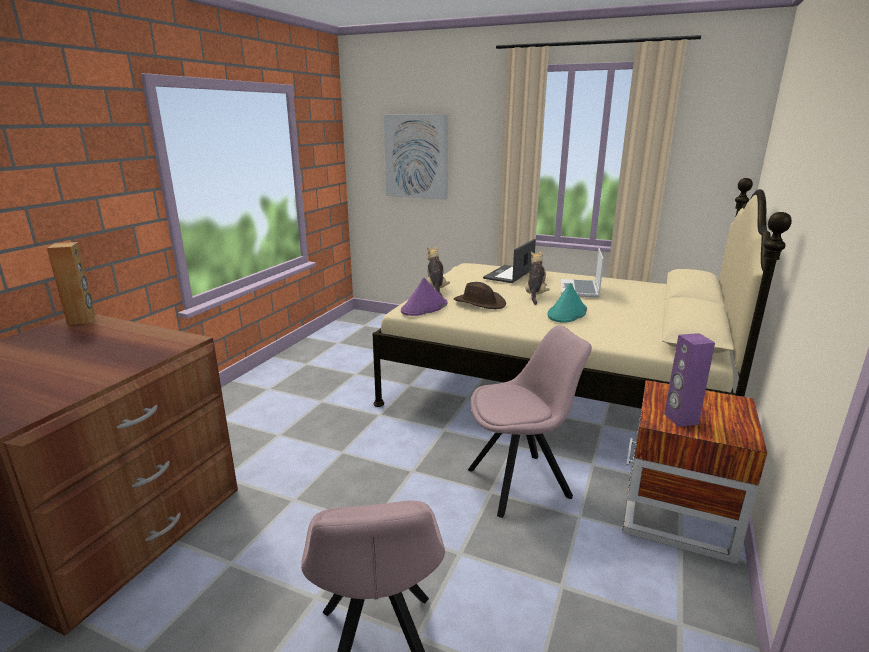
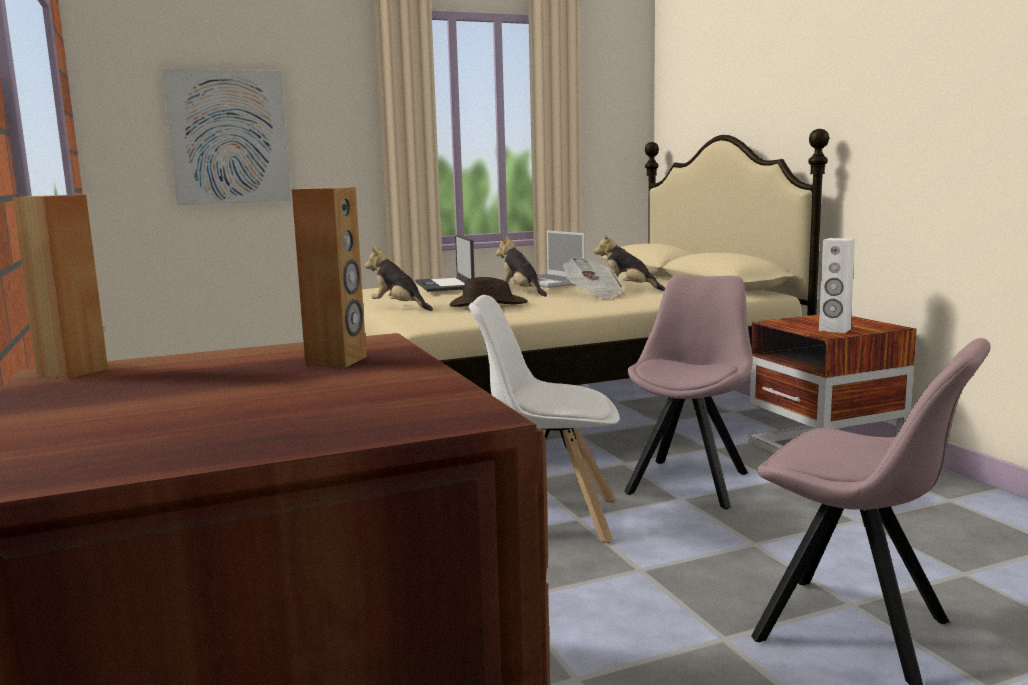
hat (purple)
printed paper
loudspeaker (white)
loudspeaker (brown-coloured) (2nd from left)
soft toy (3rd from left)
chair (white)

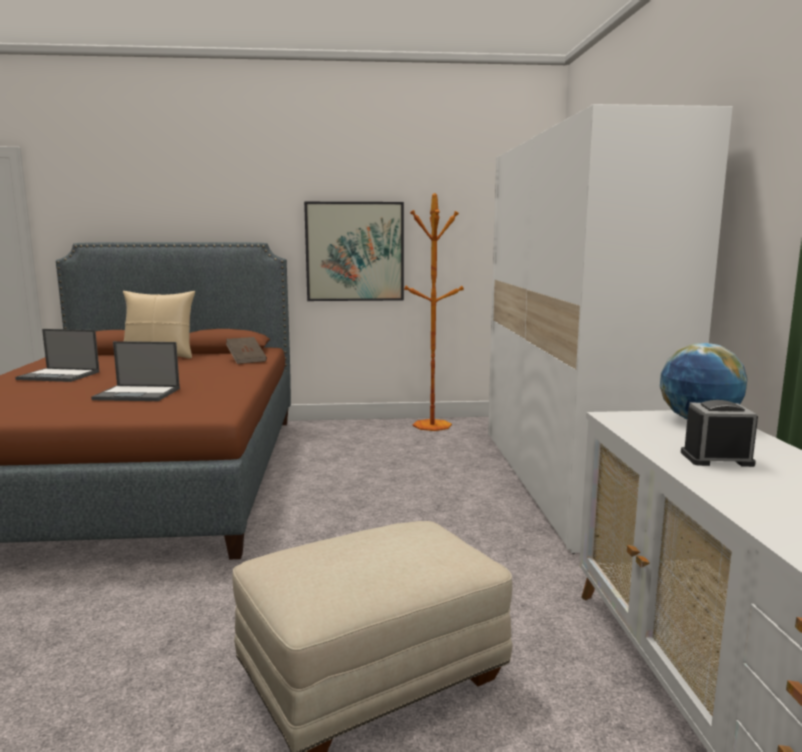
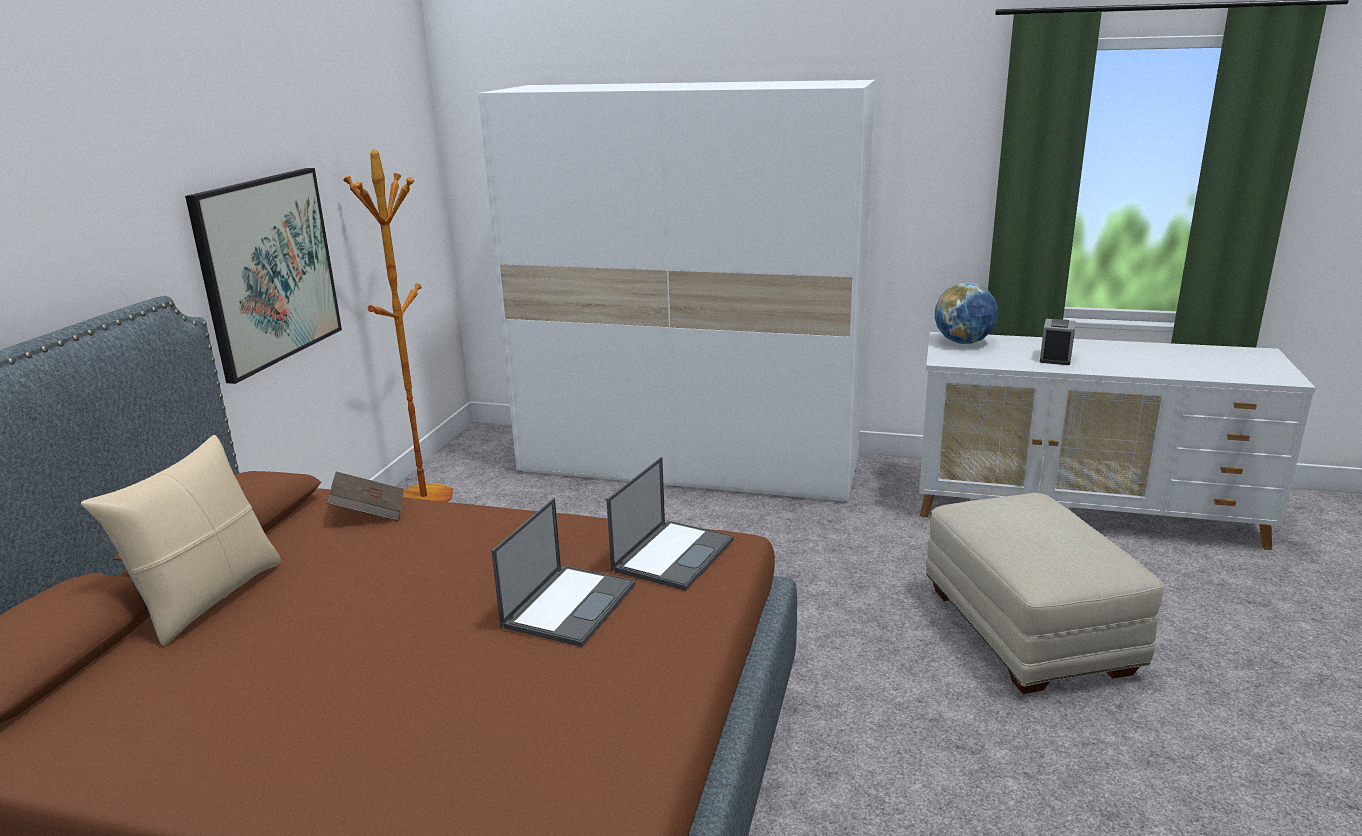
laptop (2nd from left)

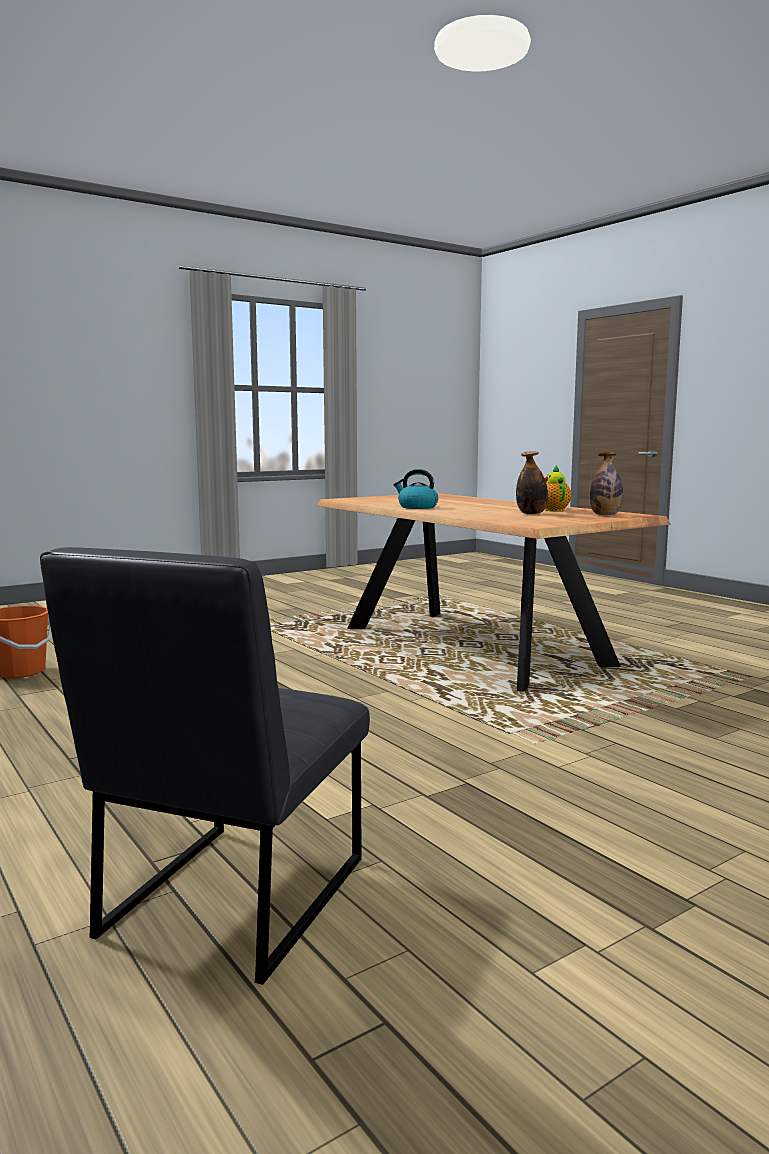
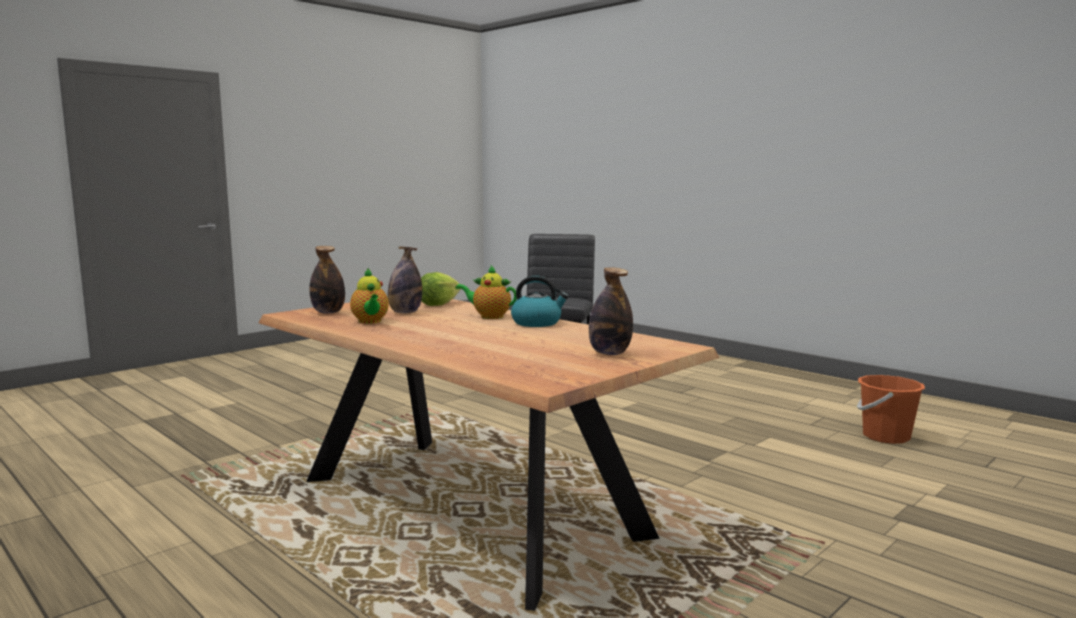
teapot (2nd from left)
beverage bottle (3rd from left)
lettuce

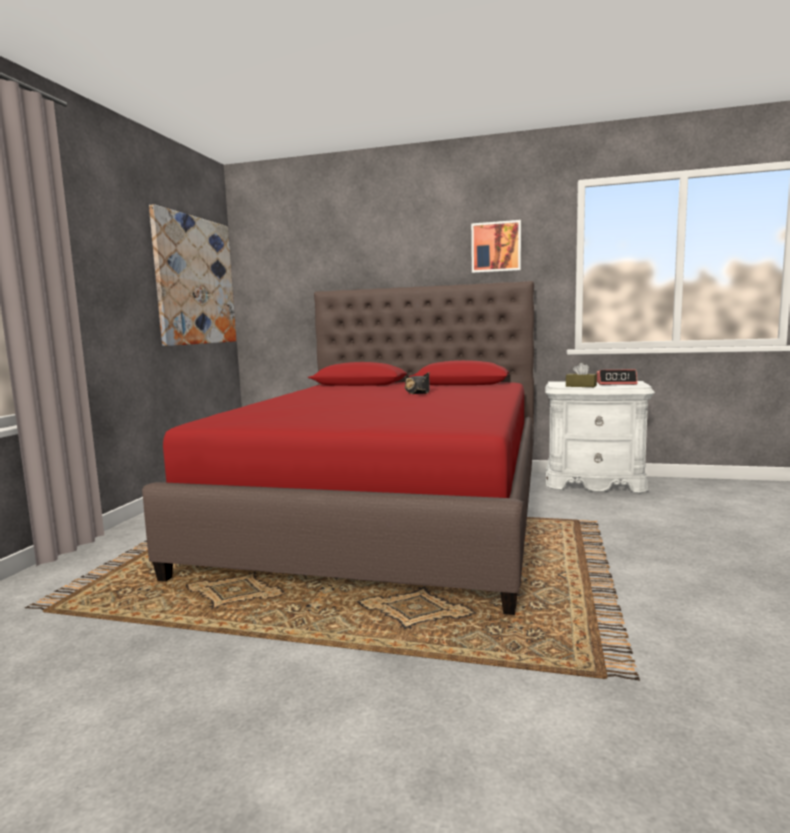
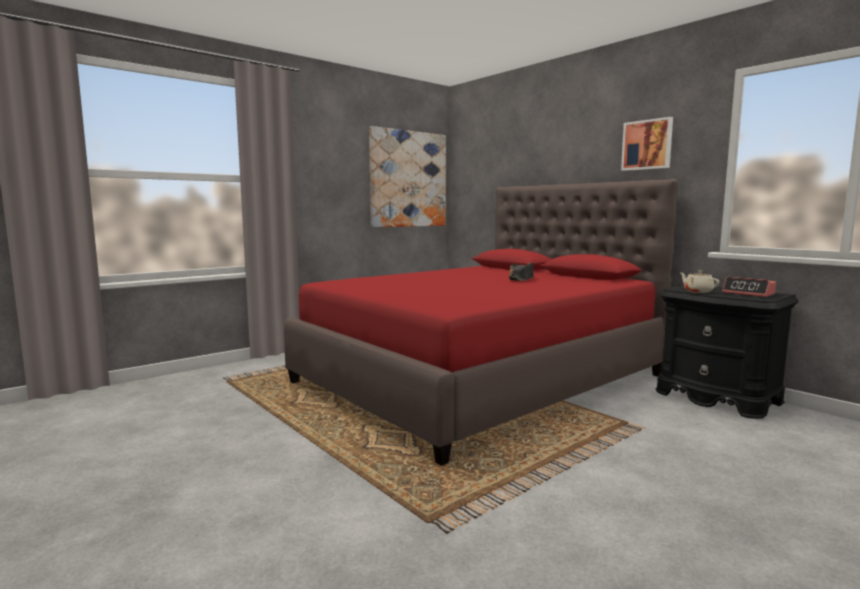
teapot (sand-coloured)
nightstand (black-coloured)

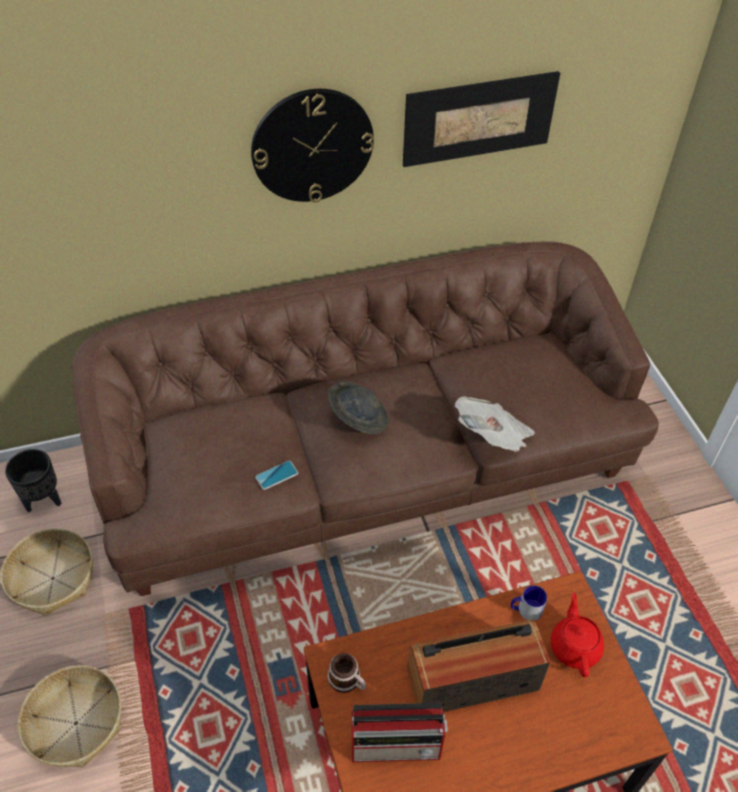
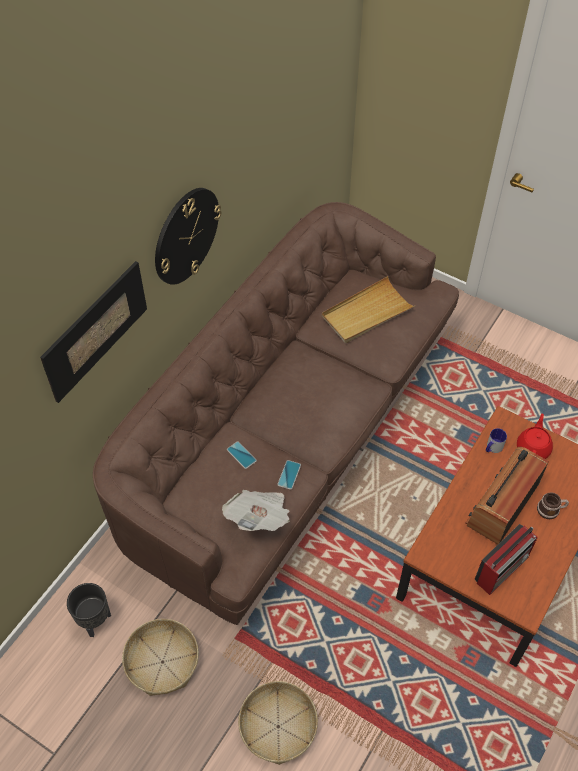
wall picture
hat (gray)
printed paper
teapot (reddish)
coffee mug (2nd from left)
serving tray (sand-coloured)
handset (1st from left)

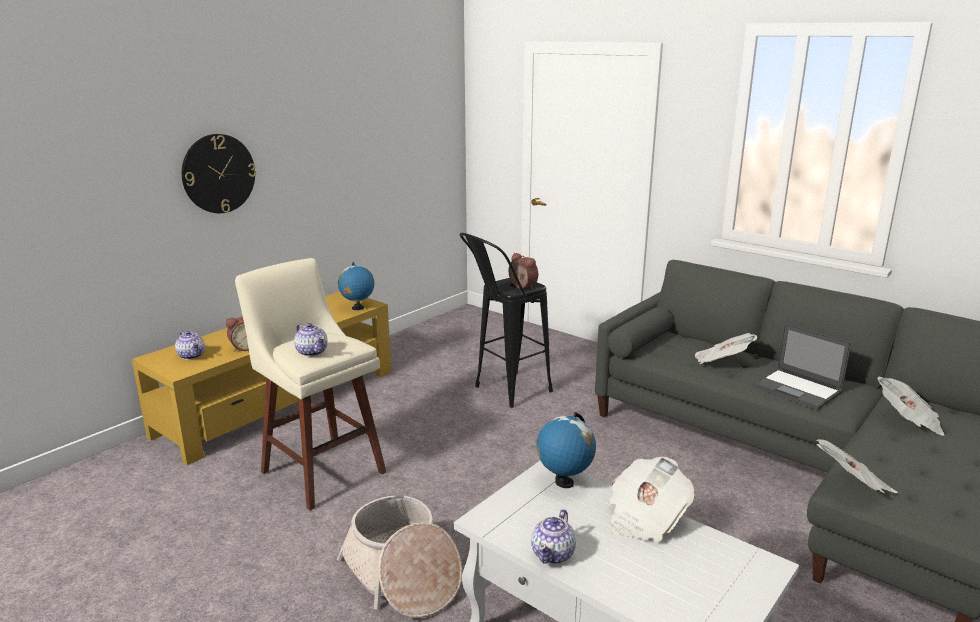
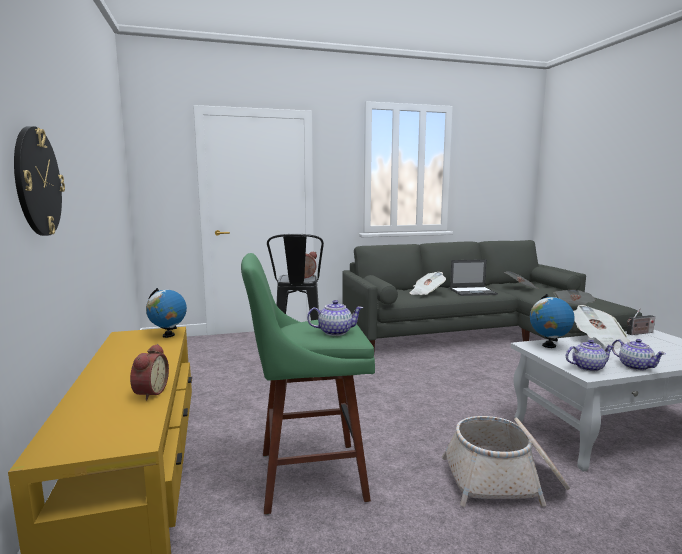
sitting stool (green-coloured)
teapot (2nd from left)
radio set

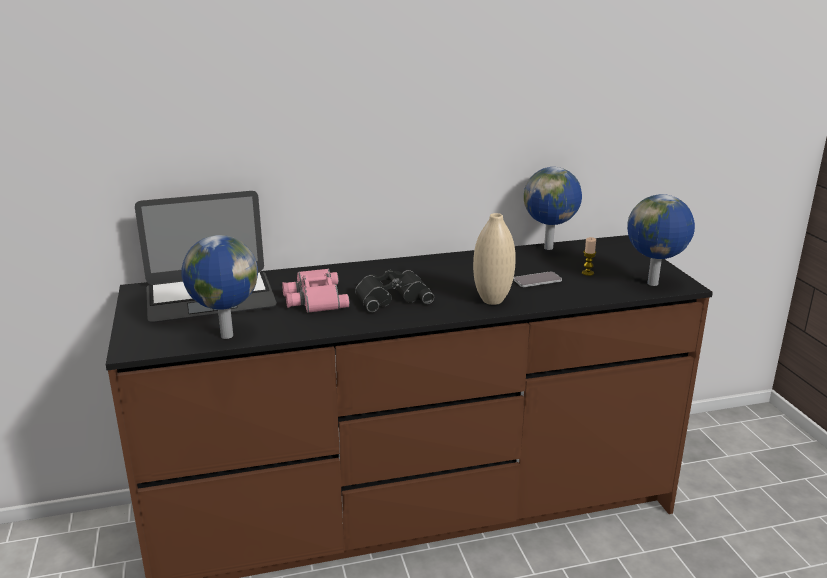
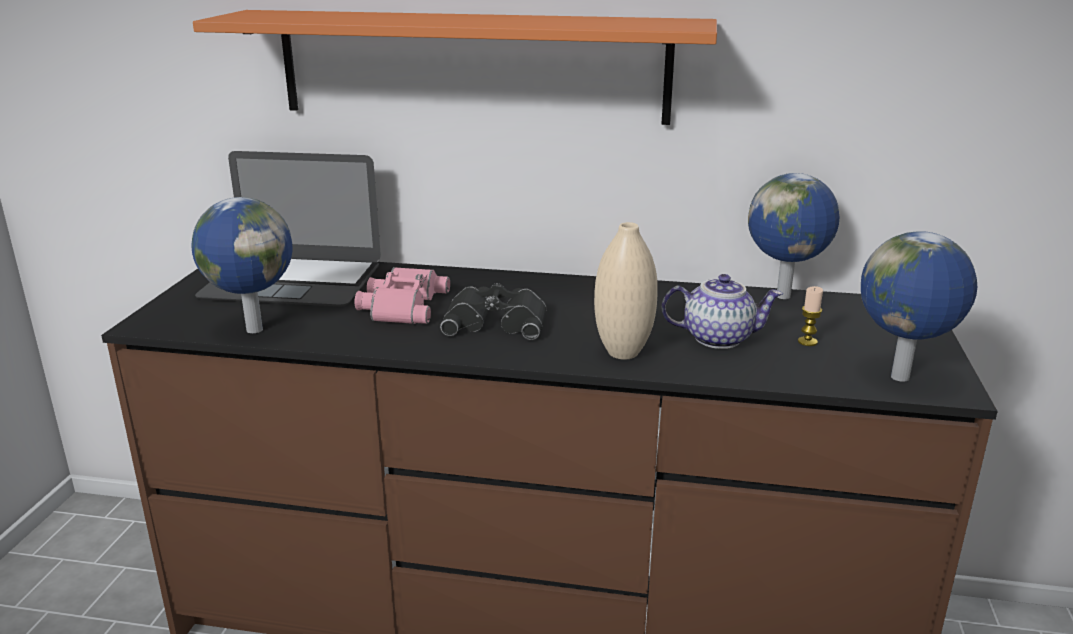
teapot
shelf (orangey)

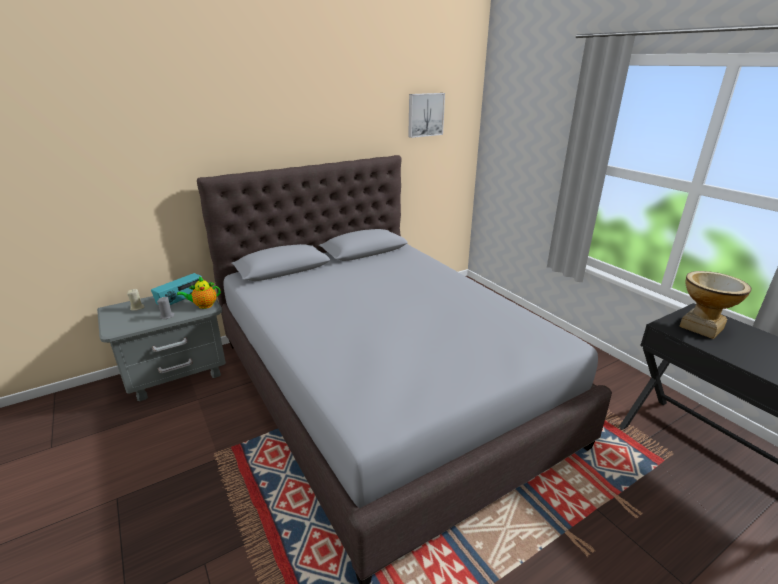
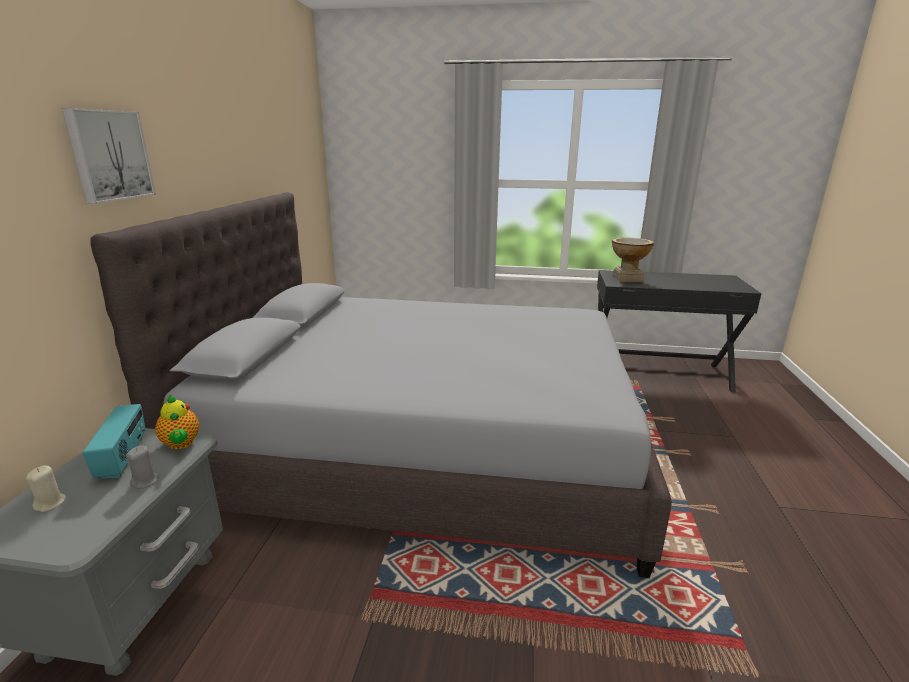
wall picture
teapot

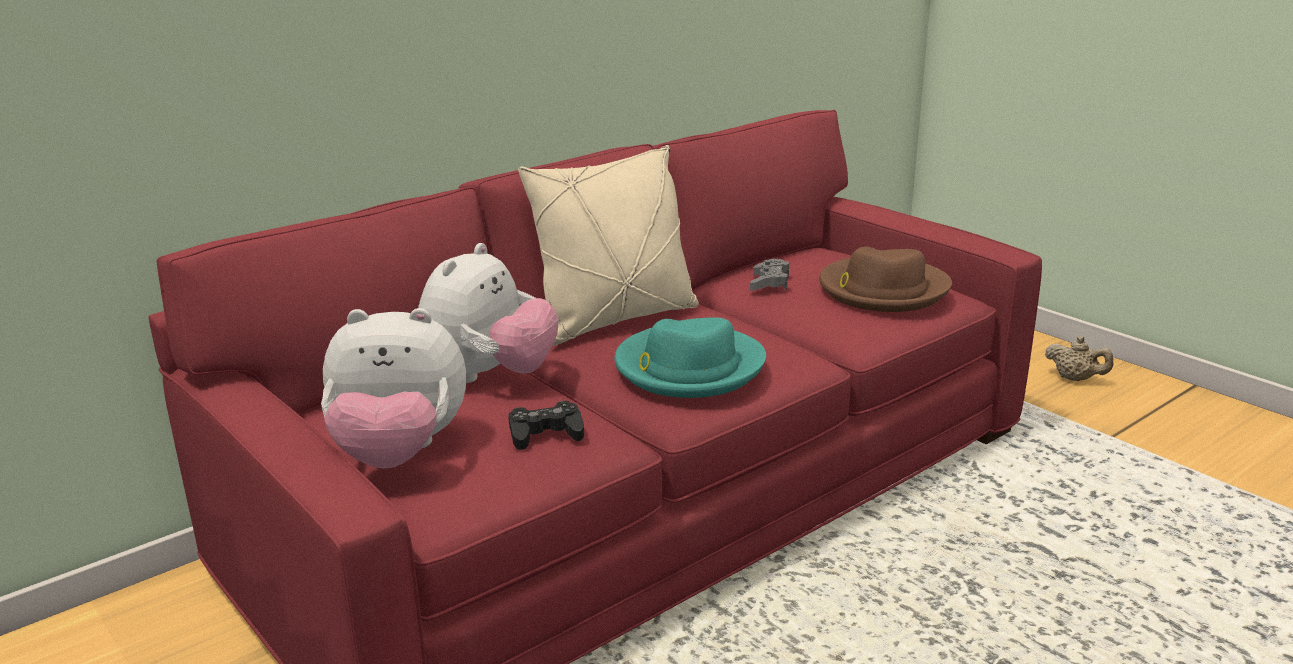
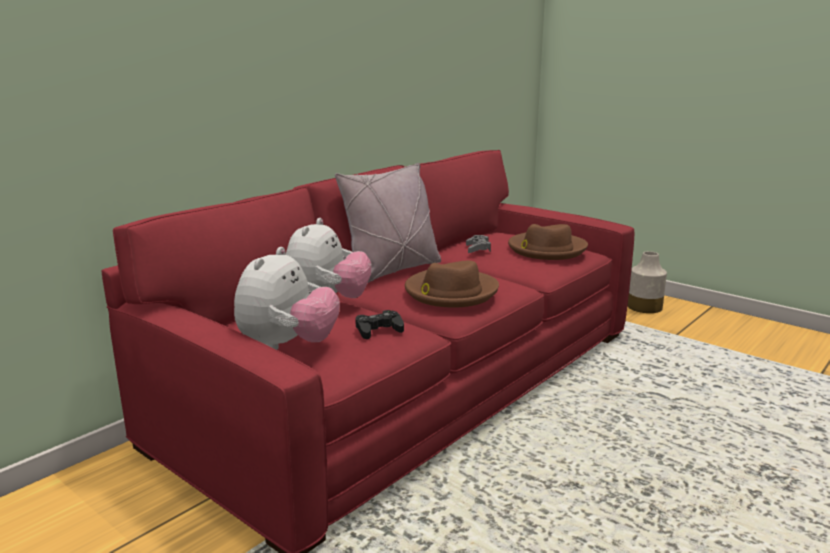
throw pillow (purple)
soft toy (1st from left)
hat (brown-coloured) (1st from left)
vase (sand-coloured)

